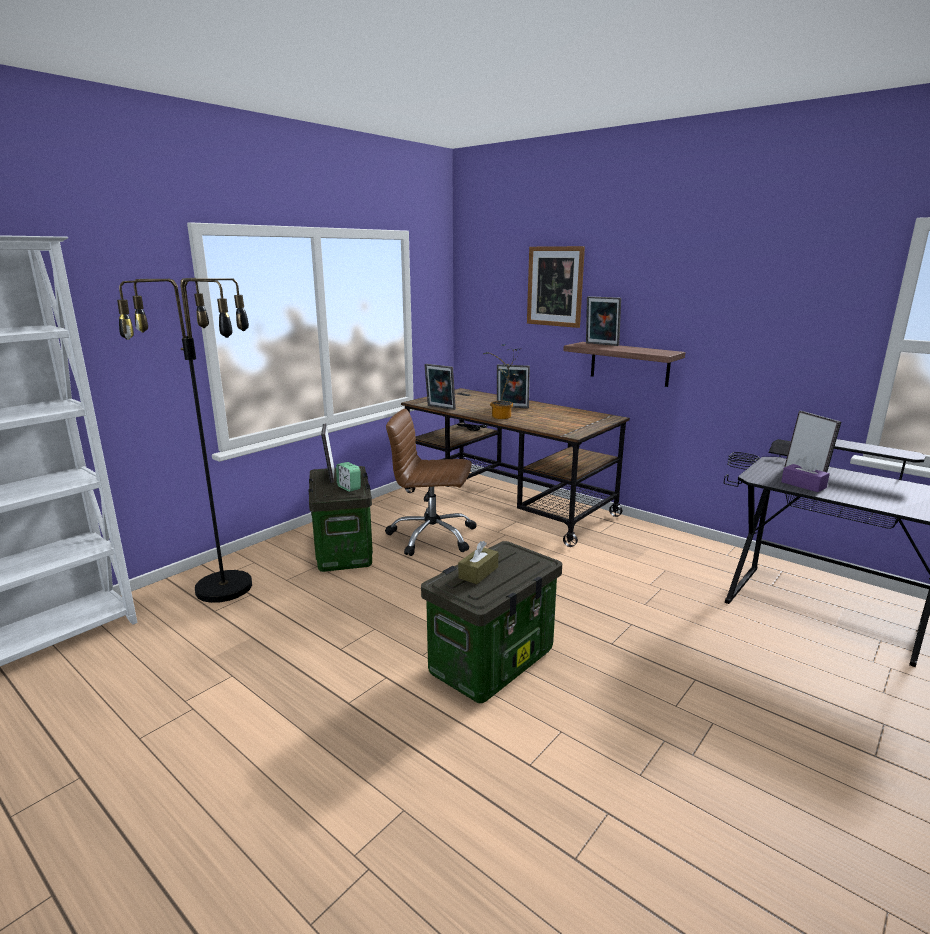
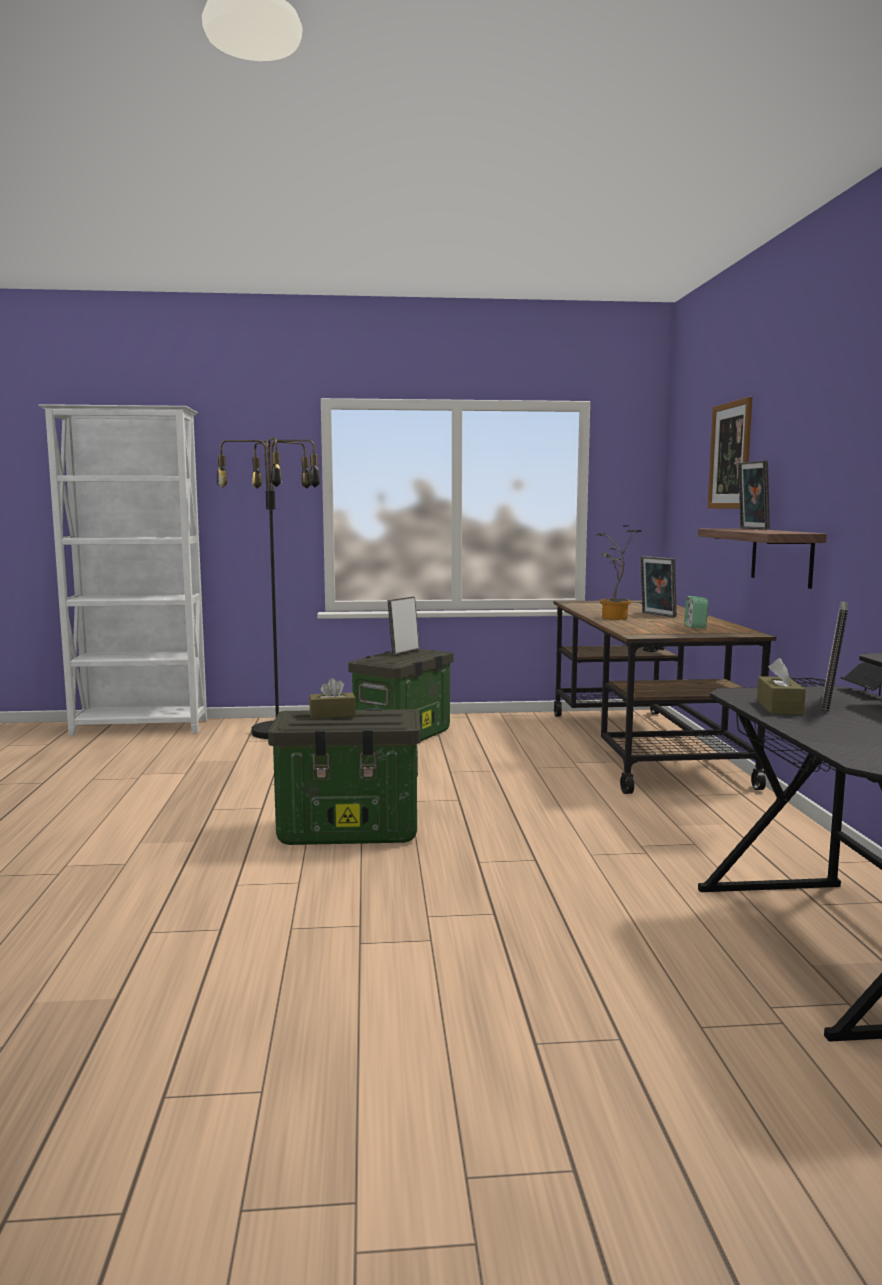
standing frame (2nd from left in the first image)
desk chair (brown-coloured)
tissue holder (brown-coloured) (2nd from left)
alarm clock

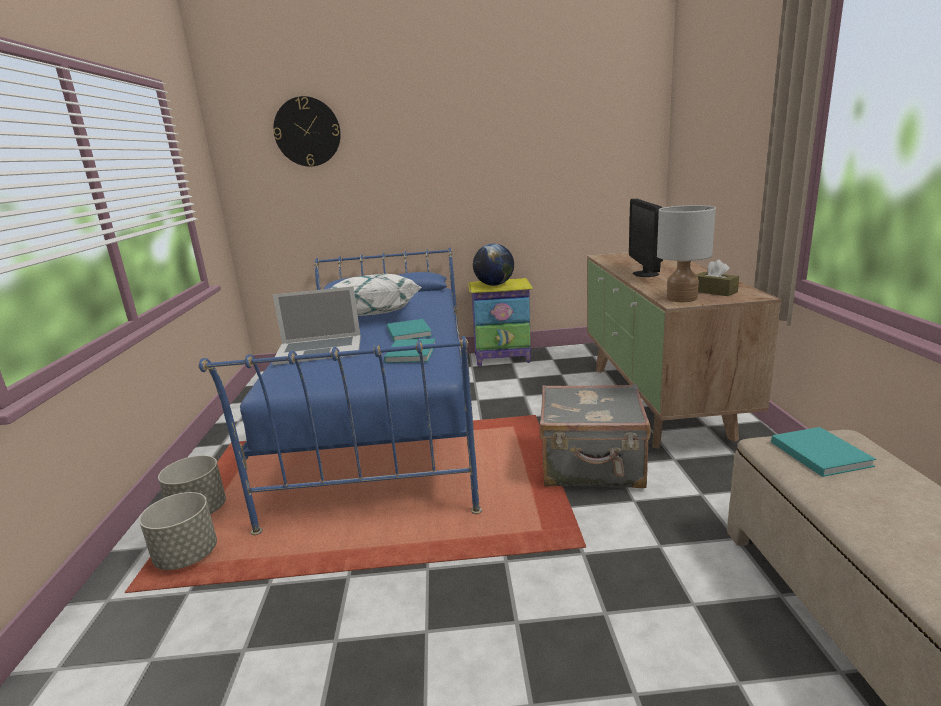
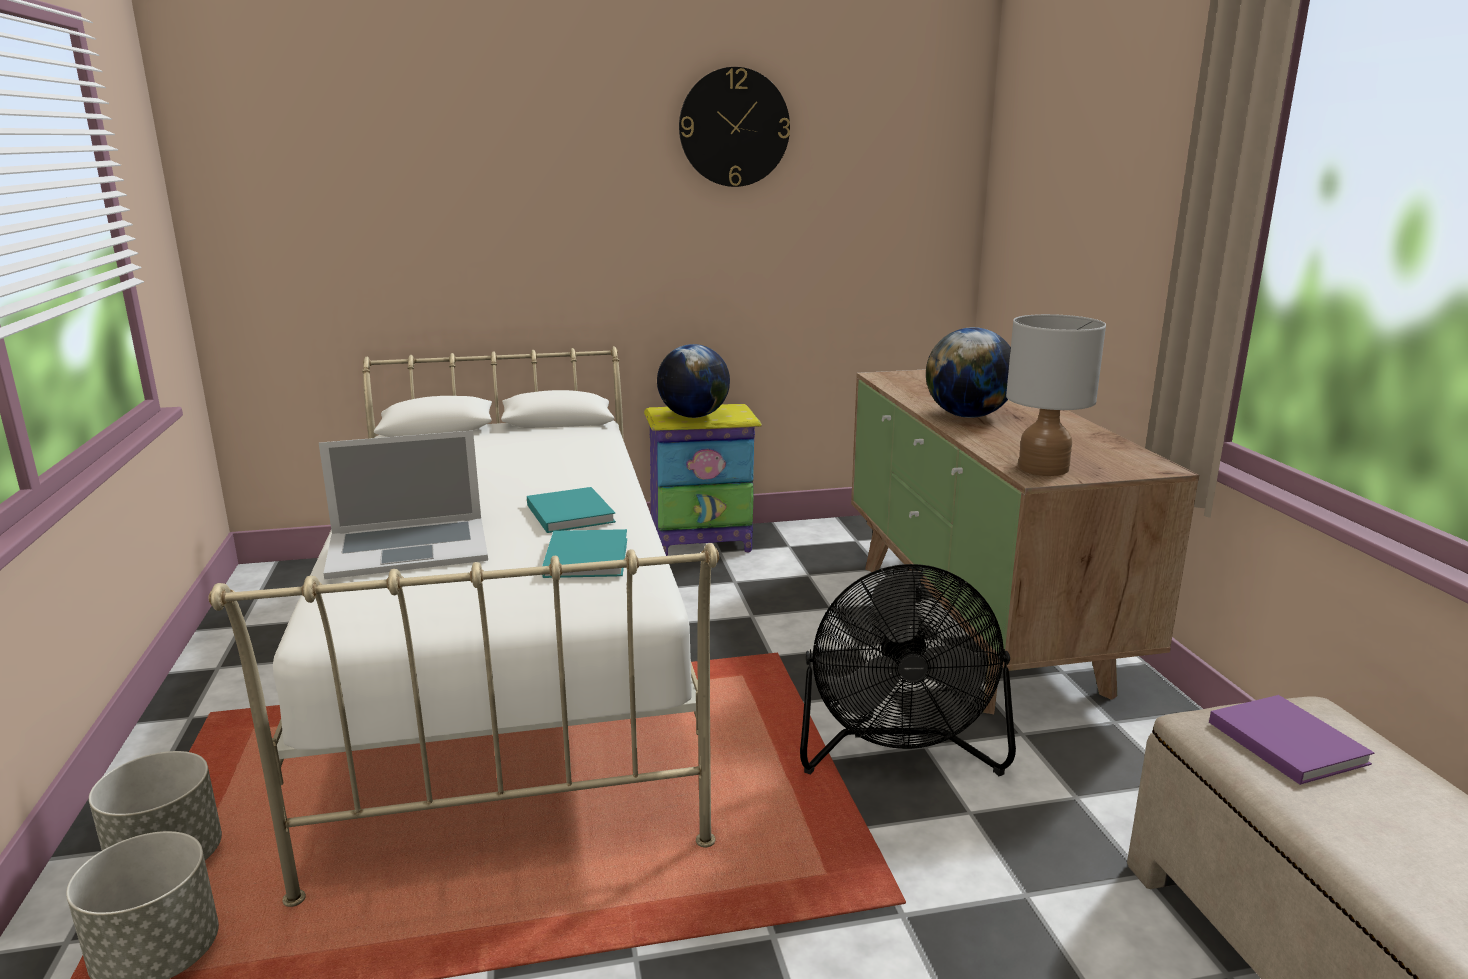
hanging clock
desk globe (2nd from left)
sleeping bed (white)
tissue holder (brown-coloured)
throw pillow (white)
fan (black-coloured)
bound book (purple)

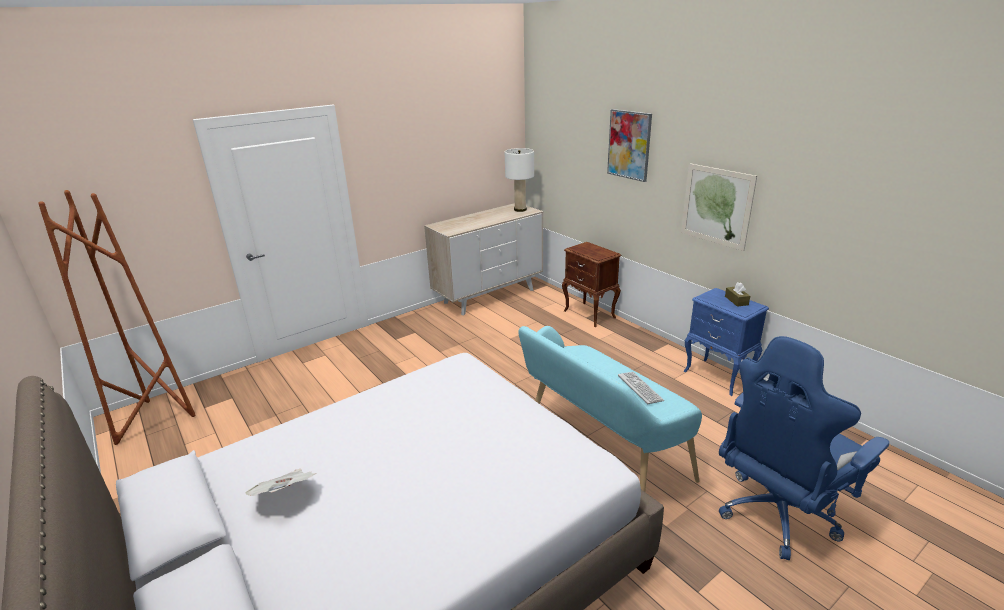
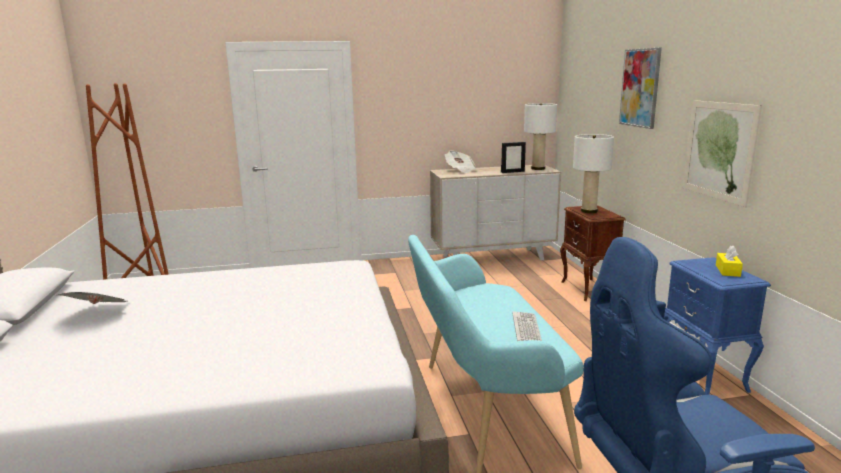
tissue holder (yellowish)
table lamp (white) (2nd from left)
standing frame
printed paper (2nd from left)

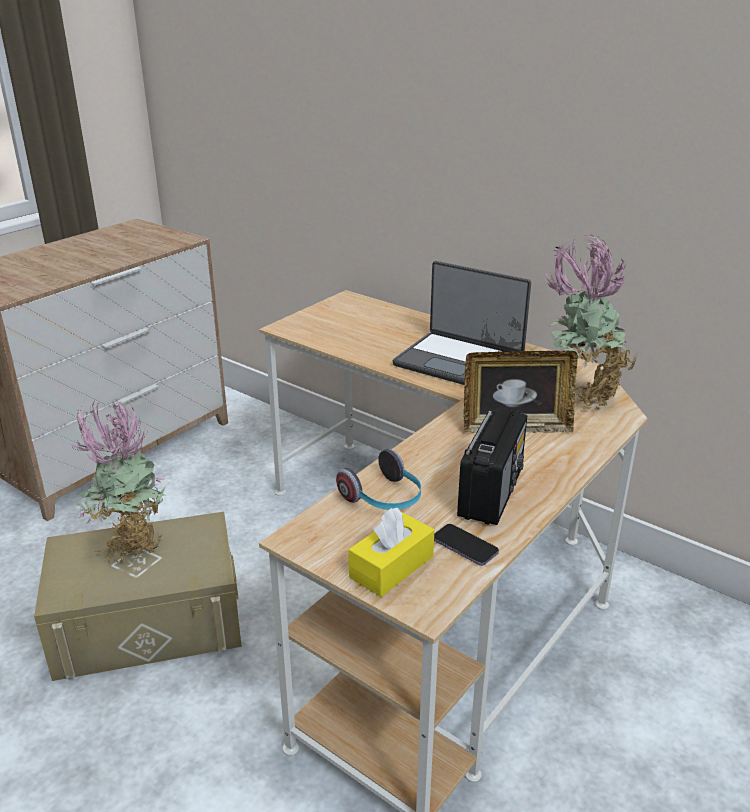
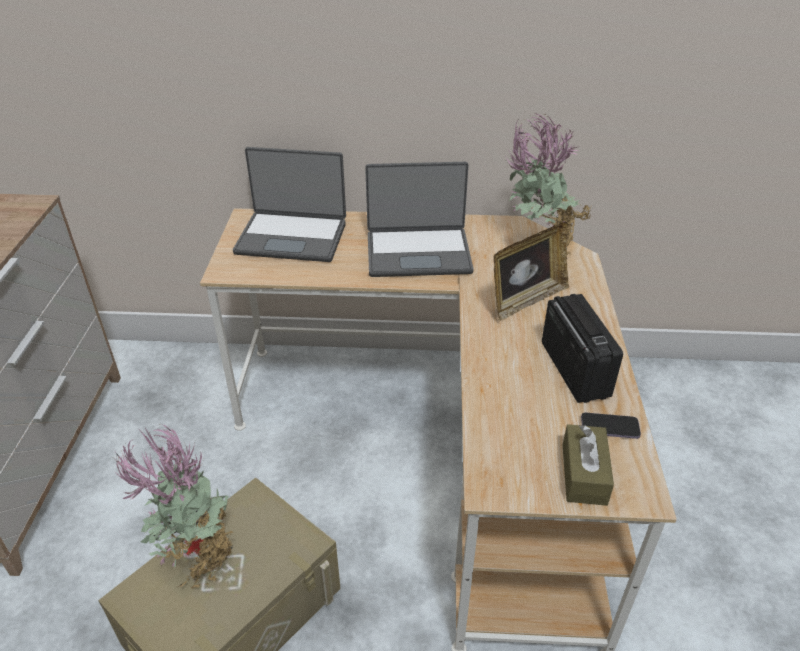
pair of headphones
tissue holder (brown-coloured)
laptop (1st from left)

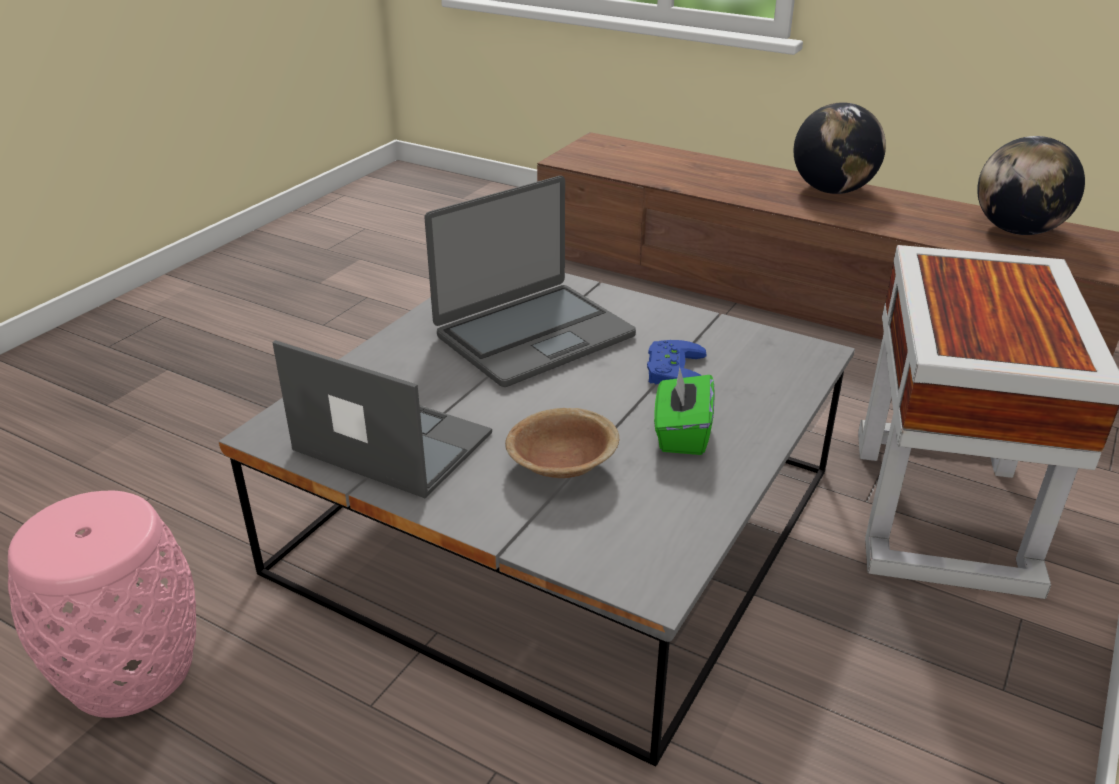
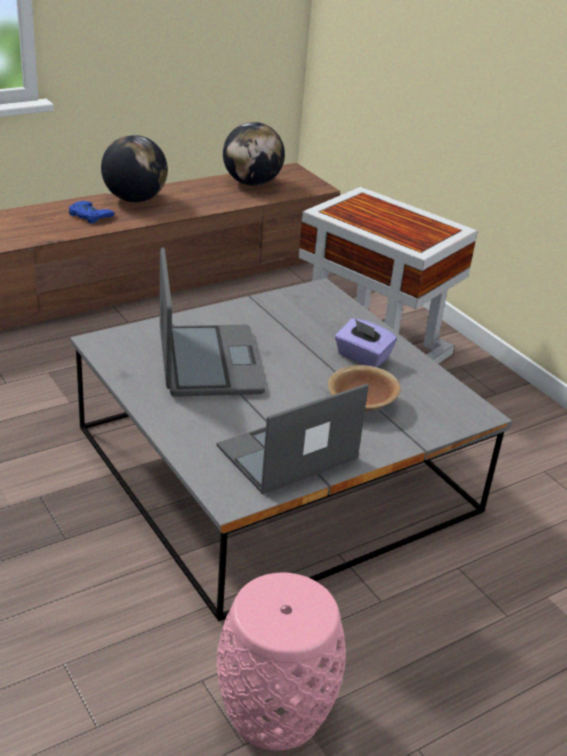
game controller (bluish)
tissue holder (purple)

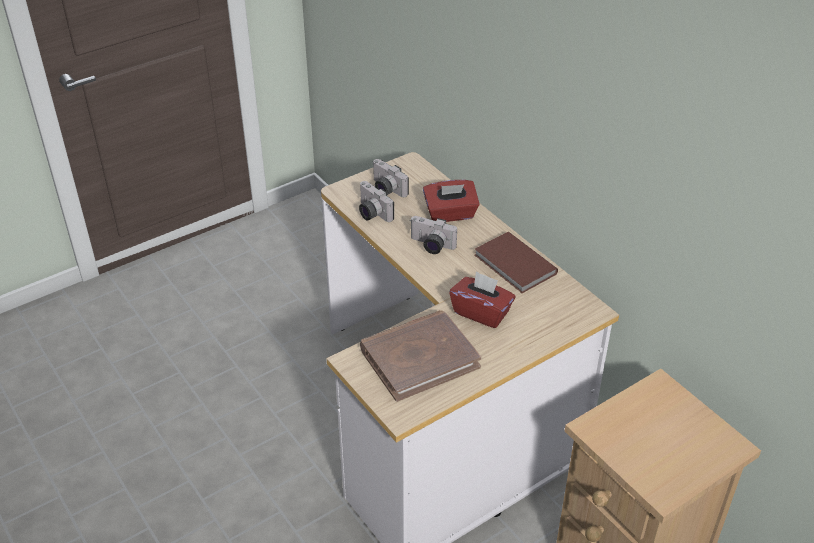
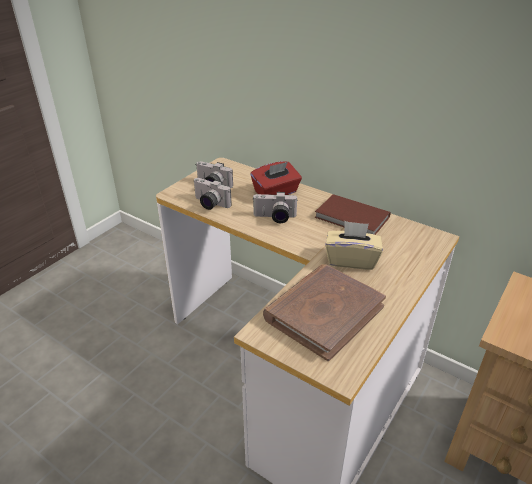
tissue holder (sand-coloured)

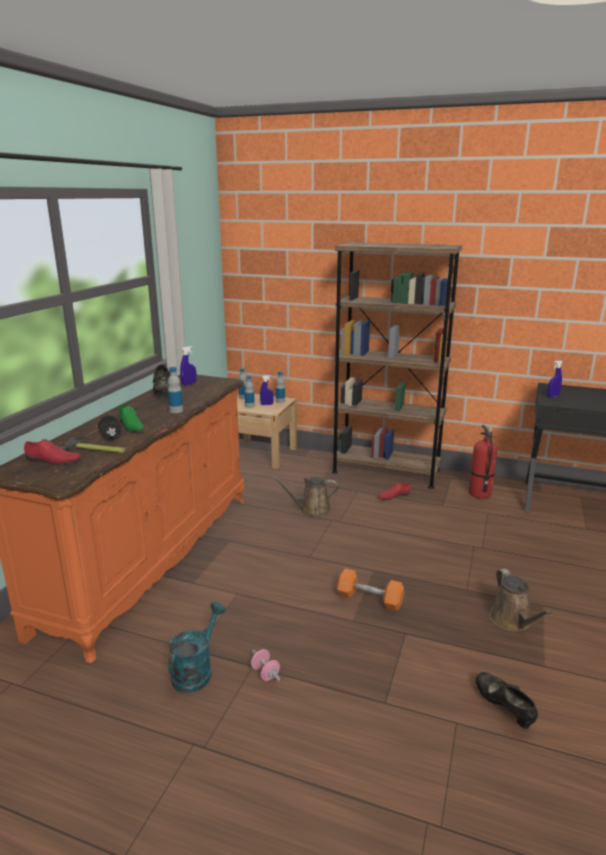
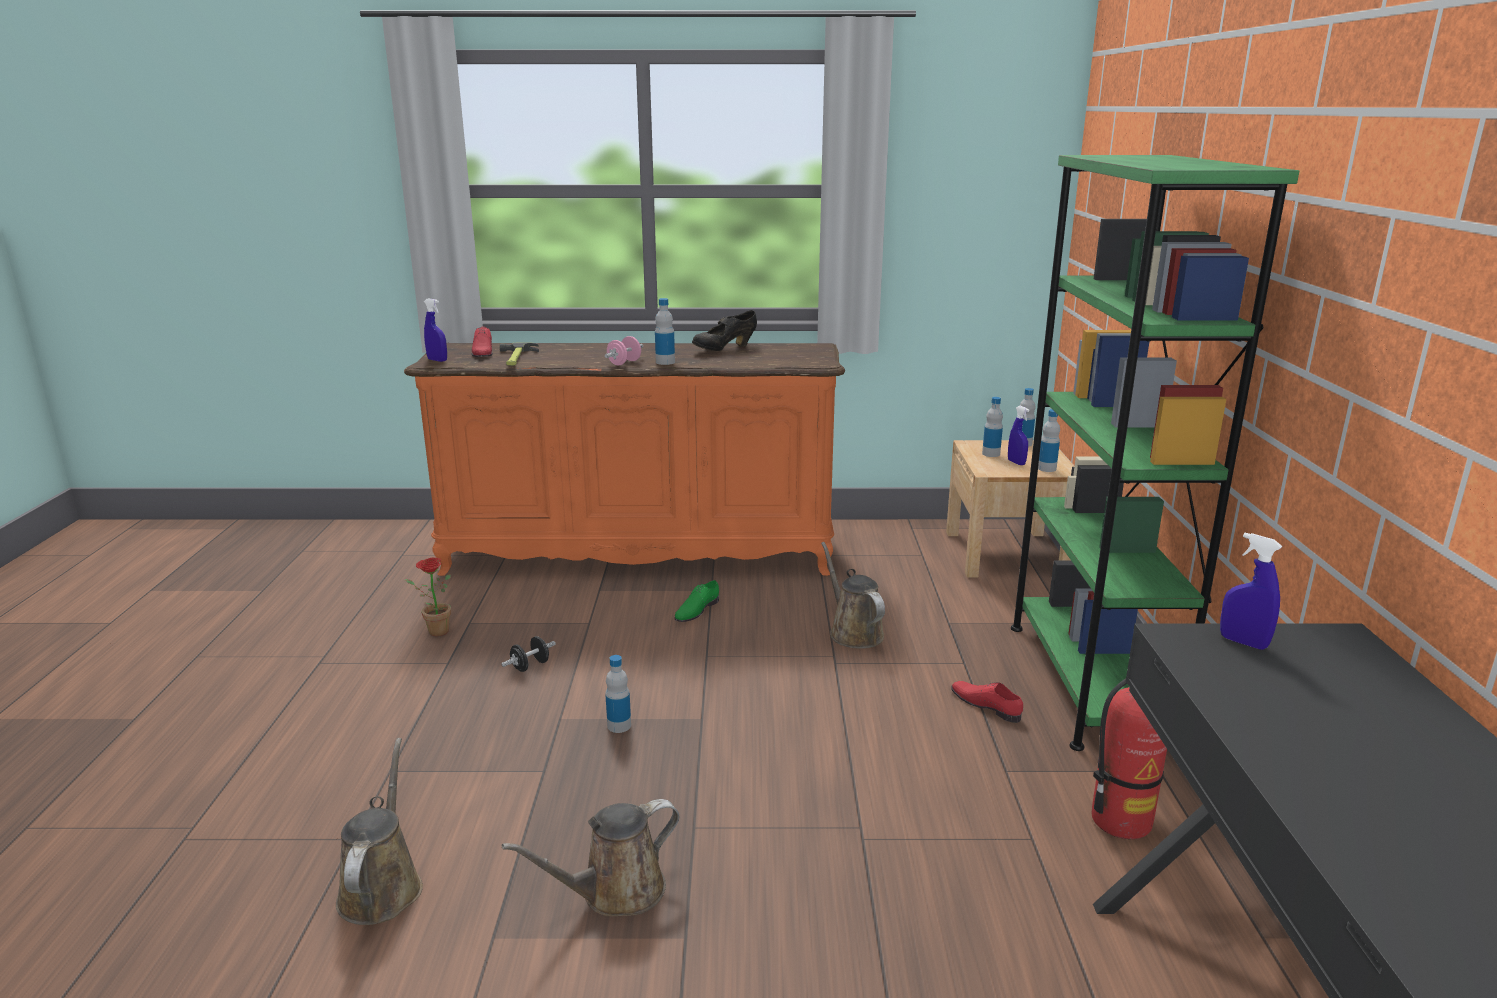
bookshelf (green-coloured)
spray bottle (bluish) (1st from left)
shoe (green-coloured)
free weight (black-coloured)
beverage bottle (1st from left)
houseplant
free weight (pink-coloured)
watering pot (brown-coloured) (1st from left)

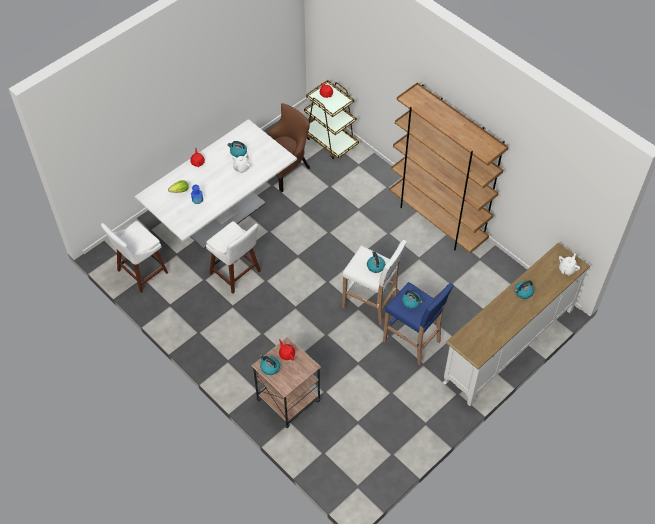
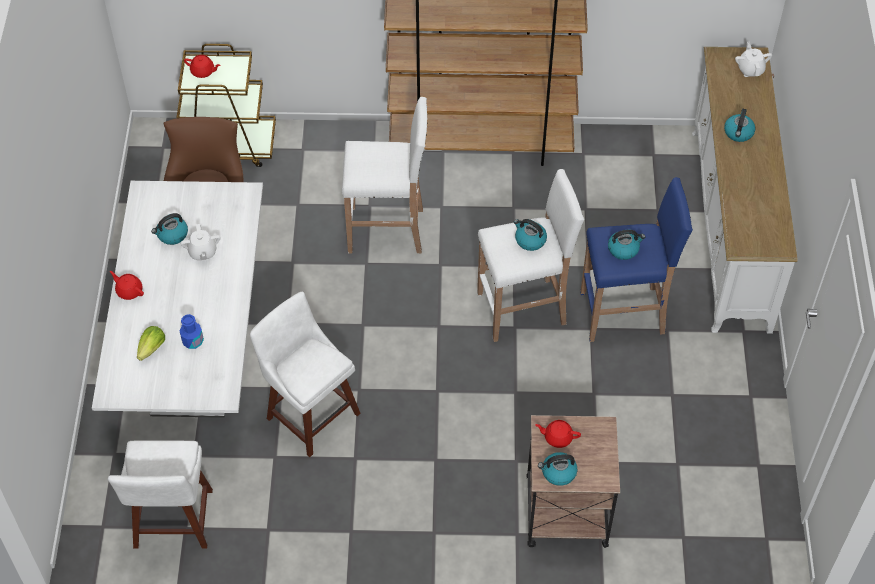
chair (white) (2nd from left)
sitting stool (white) (1st from left)

